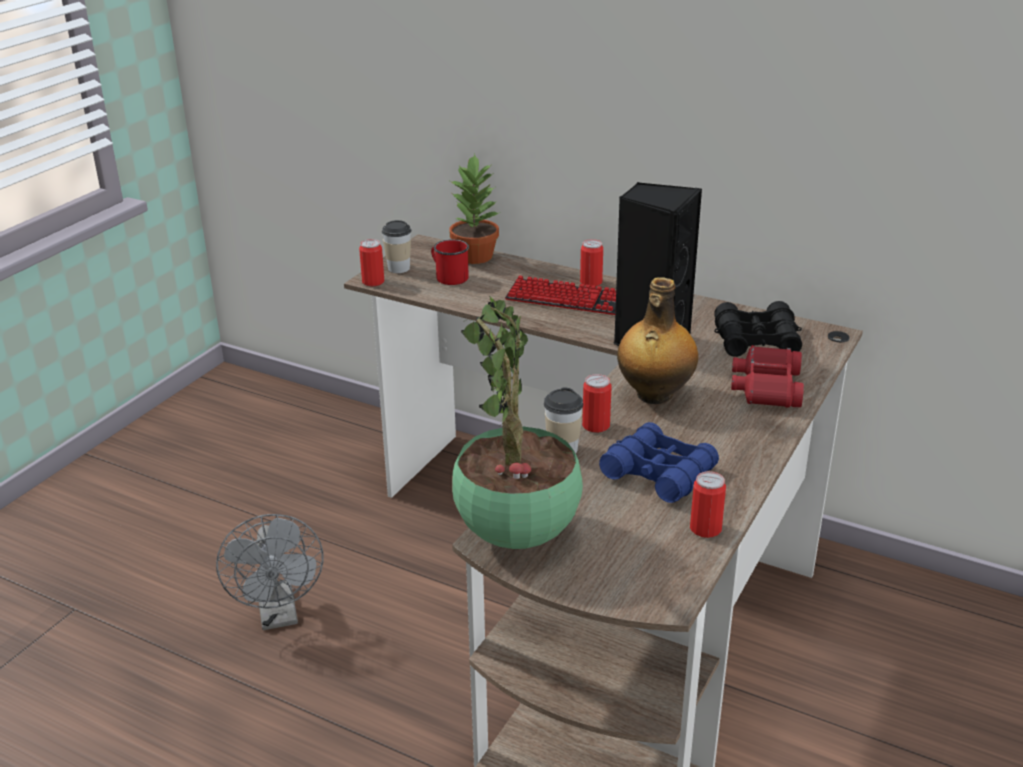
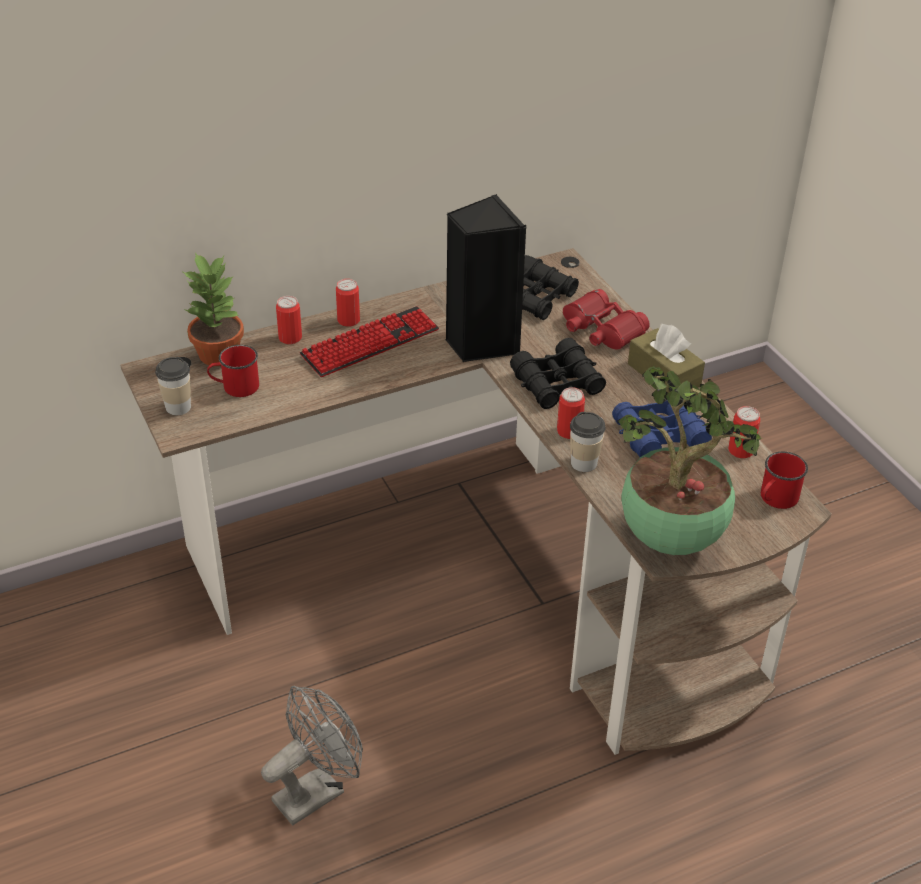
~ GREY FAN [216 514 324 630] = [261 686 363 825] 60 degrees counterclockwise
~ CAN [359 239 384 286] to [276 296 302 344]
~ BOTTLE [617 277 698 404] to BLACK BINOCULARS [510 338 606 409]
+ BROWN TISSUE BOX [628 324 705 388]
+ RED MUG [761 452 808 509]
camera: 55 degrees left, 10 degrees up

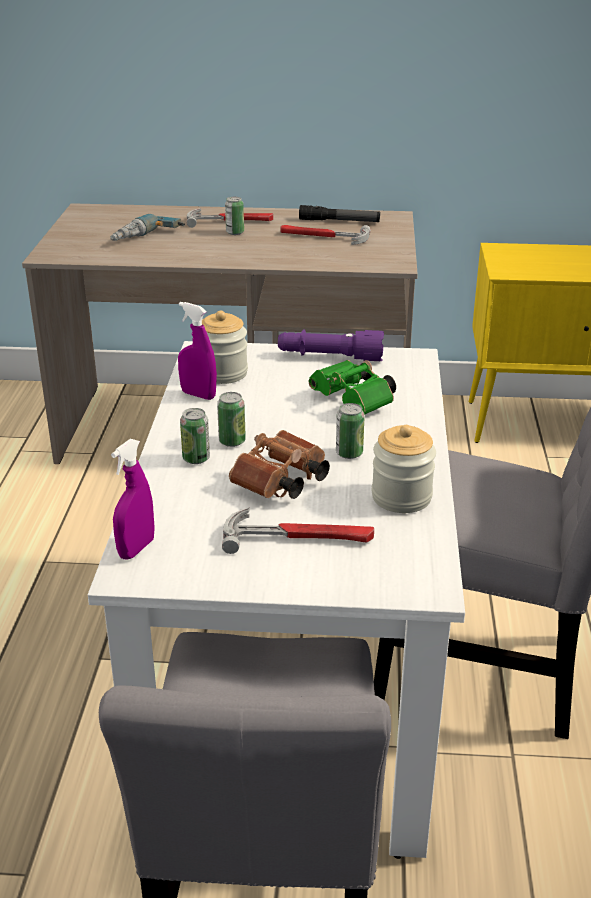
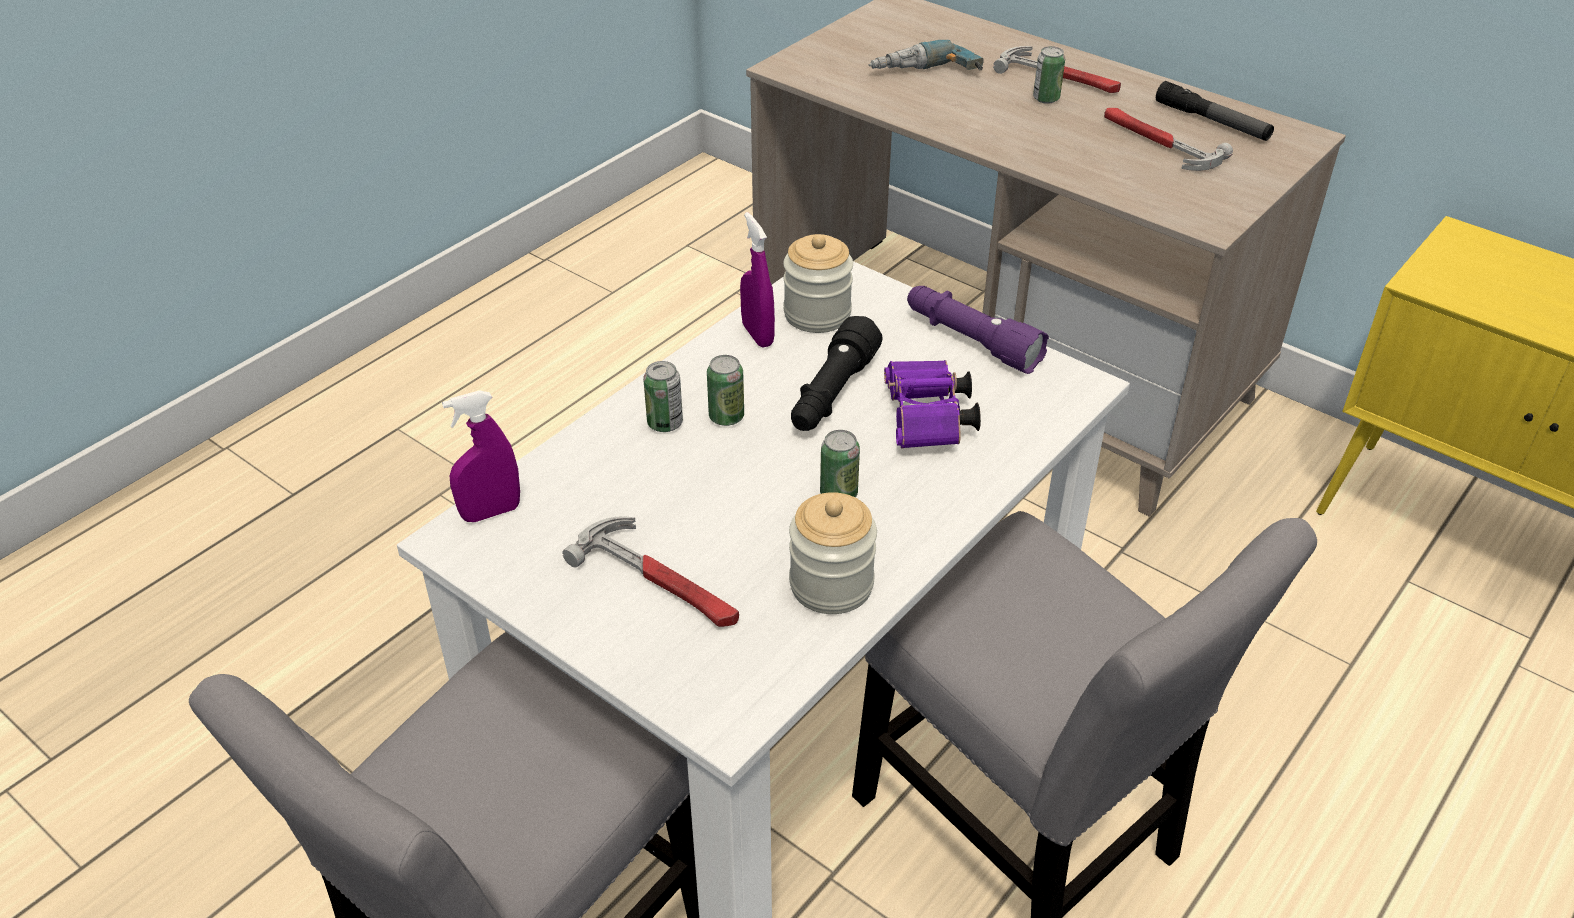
- BROWN BINOCULARS [229 430 330 499]
~ GREEN BINOCULARS [309 360 396 415] to PURPLE BINOCULARS [884 360 981 449]
+ BLACK FLASHLIGHT [791 316 882 431]
camera: 35 degrees right, 10 degrees up

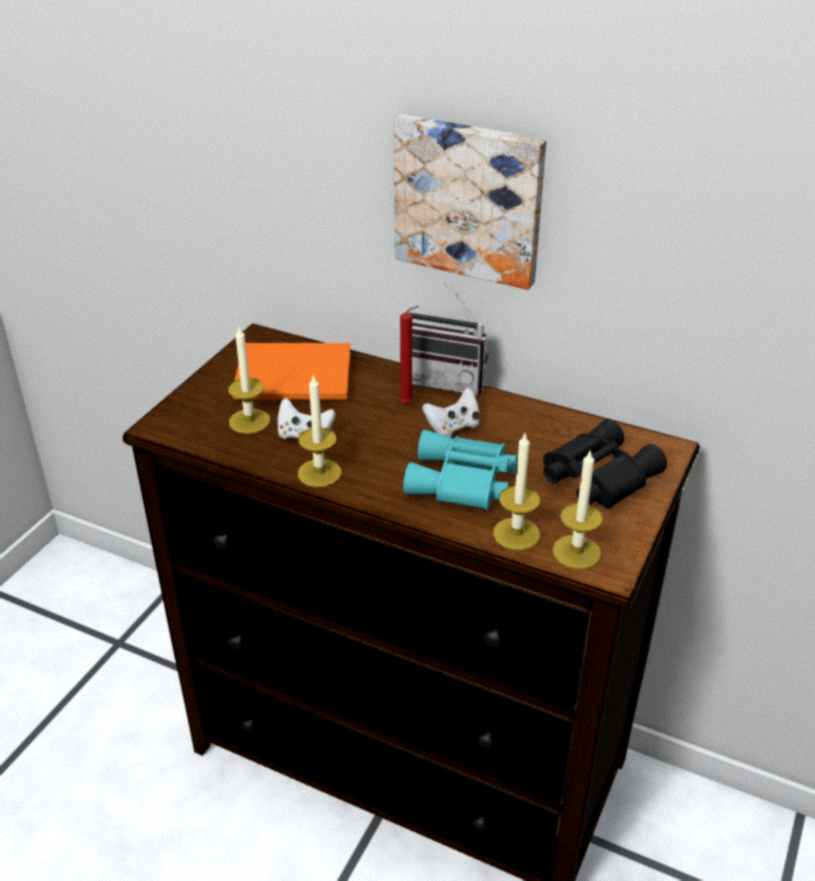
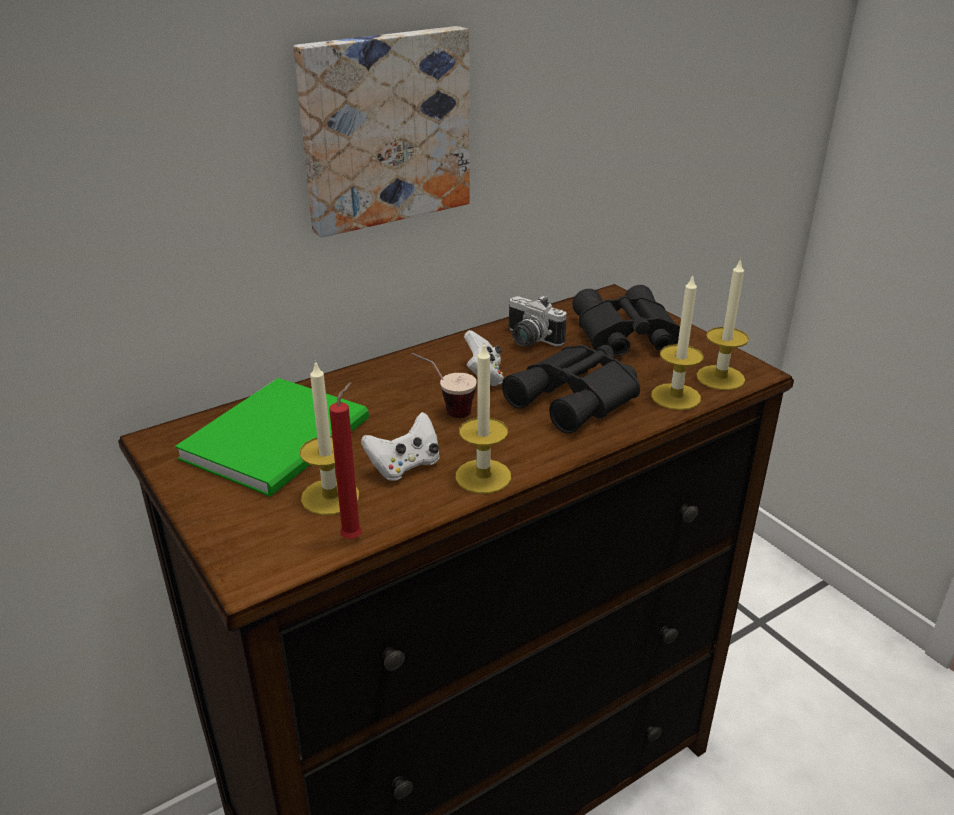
~ ORANGE BOOK [233 343 351 400] to GREEN BOOK [175 378 369 497]
~ RED CANDLE [399 306 419 404] to [329 382 362 539]
~ TURQUOISE BINOCULARS [403 430 517 510] to BLACK BINOCULARS [502 345 640 434]
- RADIO [408 282 488 396]
+ CUP [411 353 477 418]
+ PHOTO CAMERA [508 295 567 346]
camera: 60 degrees left, 5 degrees down

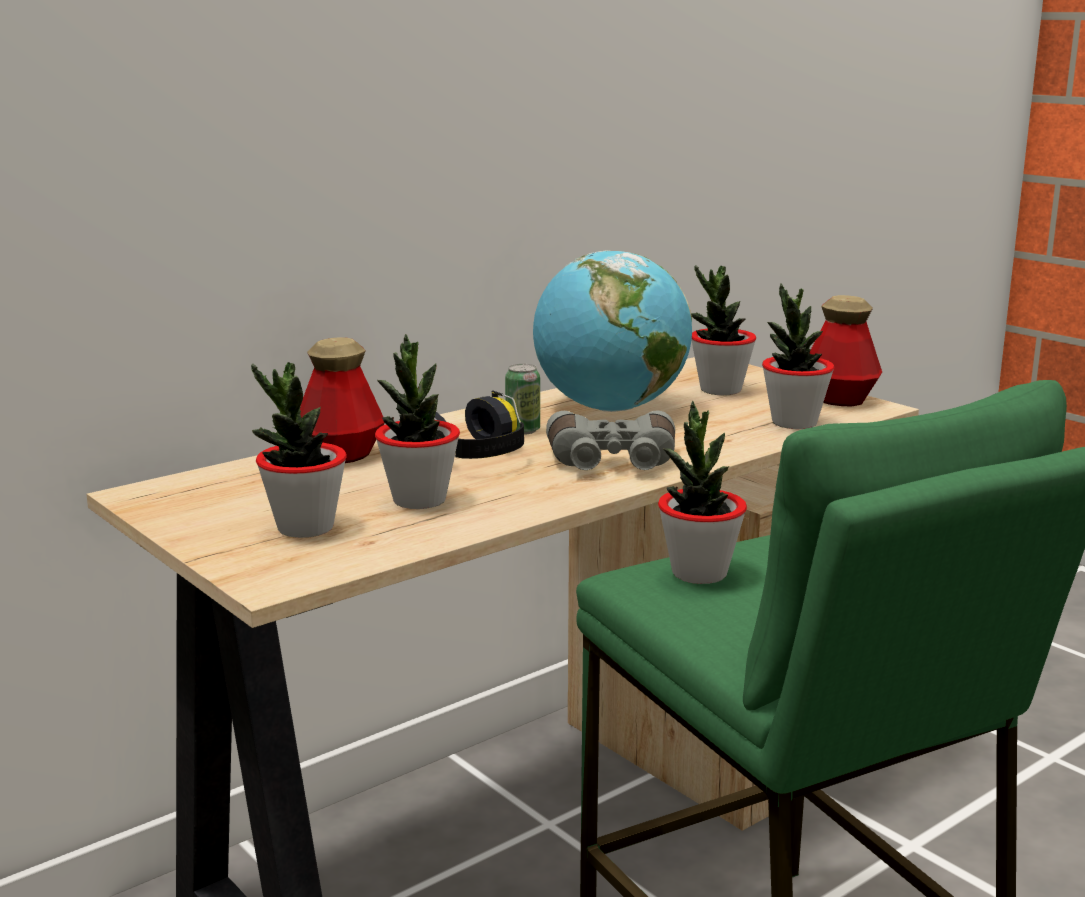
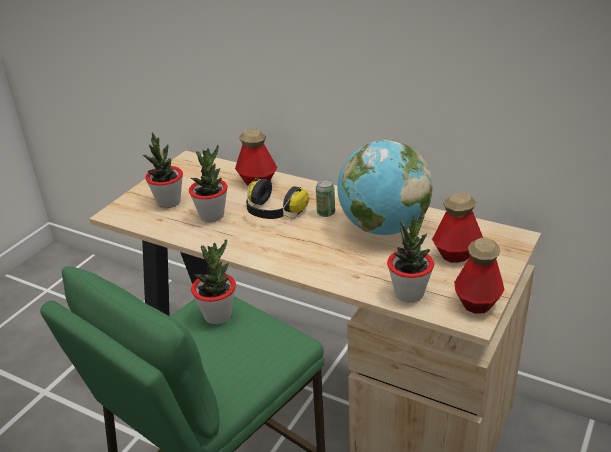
- GREY BINOCULARS [546 411 675 470]
~ POTTED PLANT [691 265 756 395] to BOTTLE [432 193 483 263]
camera: 70 degrees right, 15 degrees up

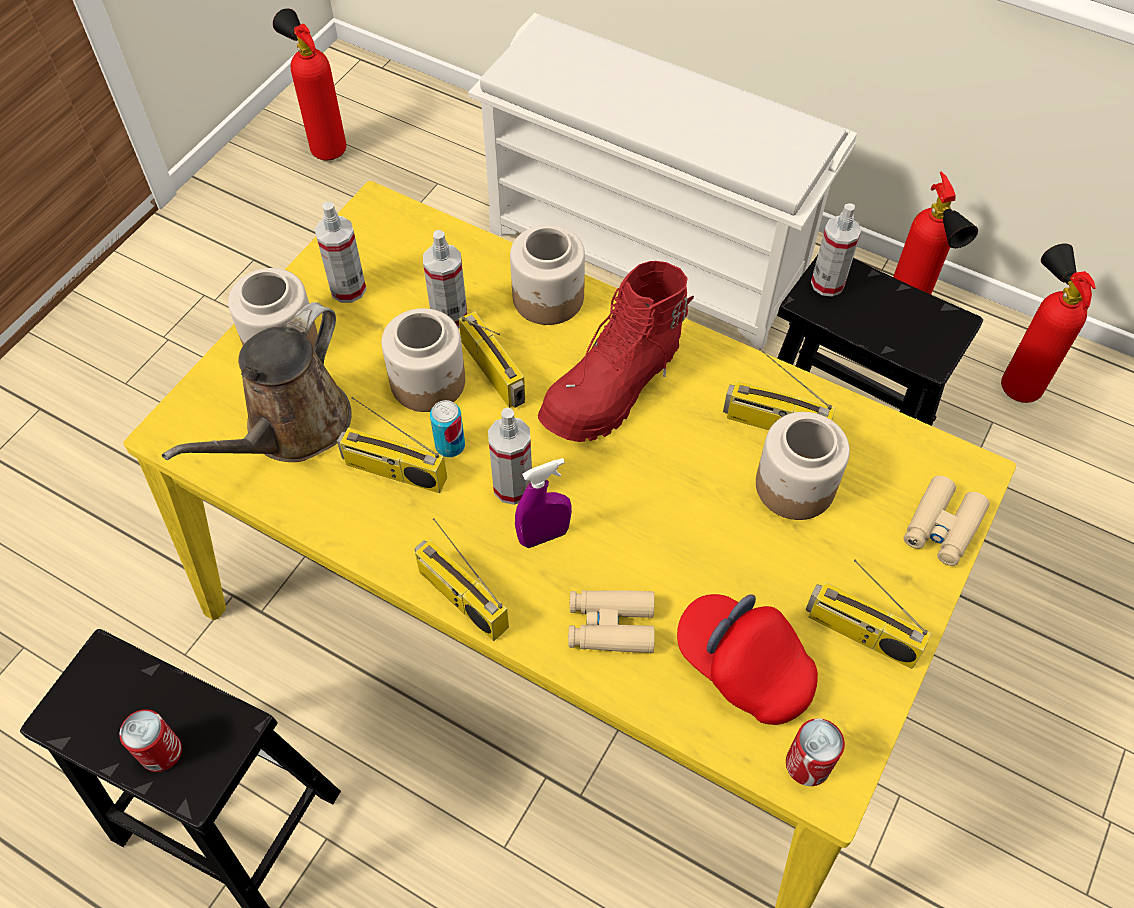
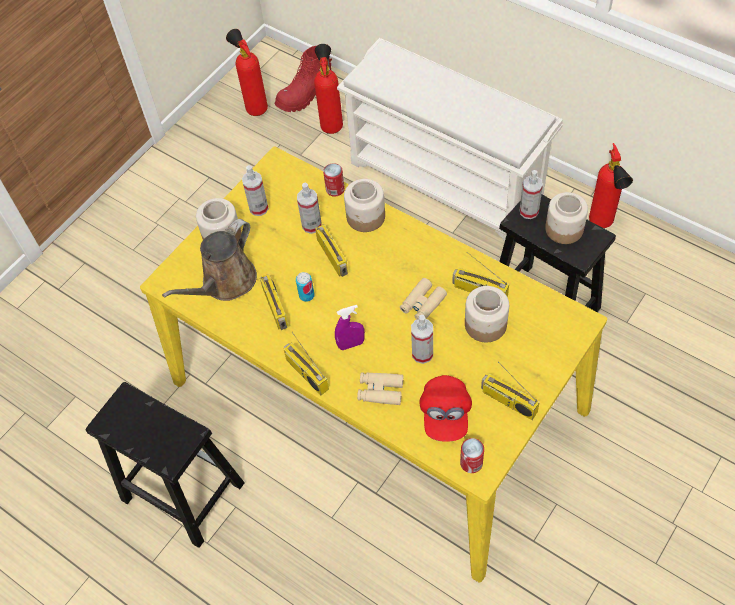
~ CAN [119 709 182 772] to [323 163 345 197]
~ RADIO [337 397 447 493] = [260 274 288 330] 135 degrees counterclockwise
~ JAR [381 308 465 412] to [545 192 588 244]
~ SPRAY BOTTLE [488 408 532 505] to [411 315 433 364]
~ RED BOOT [538 261 694 442] to [275 46 332 112]
~ RED CAP [677 594 818 725] = [419 375 472 442] 135 degrees counterclockwise
~ BEIGE BINOCULARS [903 475 990 566] to [400 278 447 320]
~ FIRE EXTINGUISHER [1001 243 1096 403] to [314 44 343 134]
camera: 10 degrees right, 0 degrees up

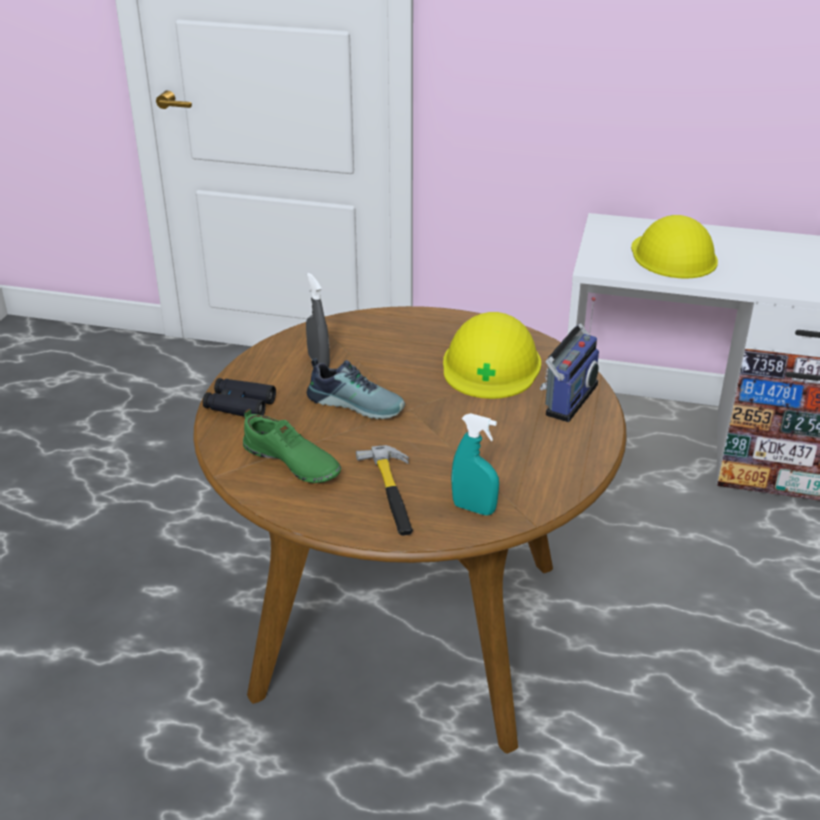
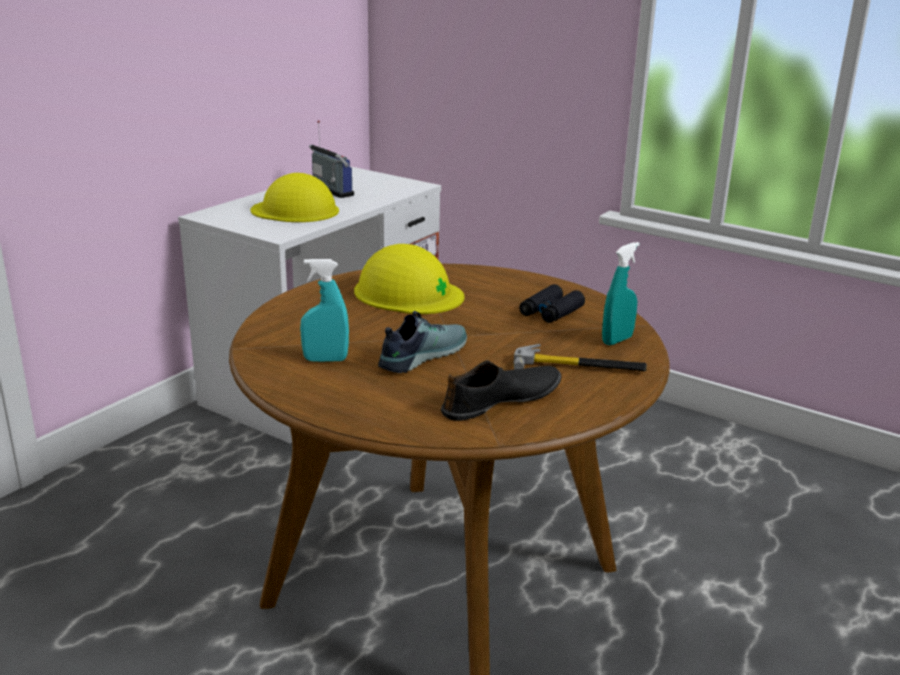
~ BLACK BINOCULARS [203 378 276 417] to [519 284 585 323]
~ GREEN SHOE [243 409 341 483] to BLACK SHOE [441 360 562 421]
~ GREY SPRAY BOTTLE [306 273 330 367] to TURQUOISE SPRAY BOTTLE [300 259 349 362]
~ RADIO [540 297 599 422] to [309 120 354 198]
camera: 70 degrees left, 10 degrees down

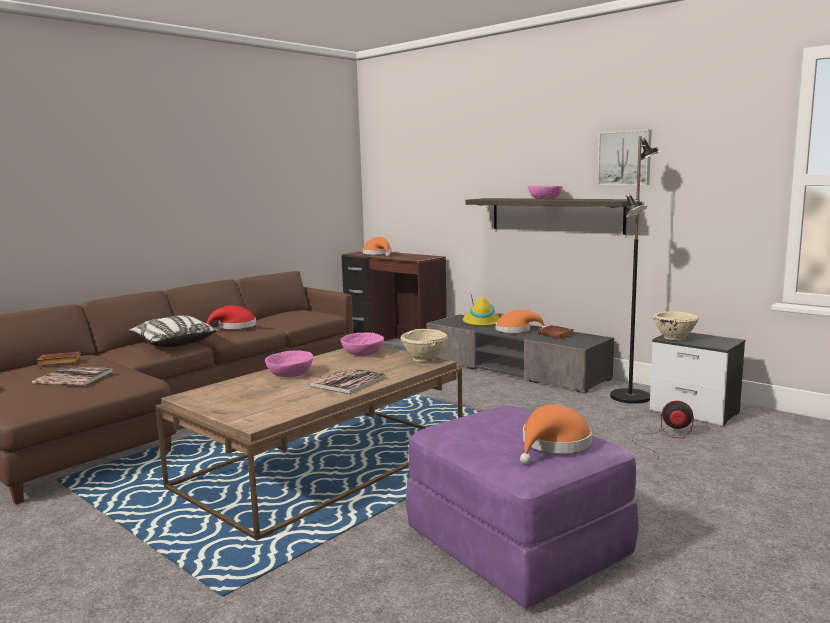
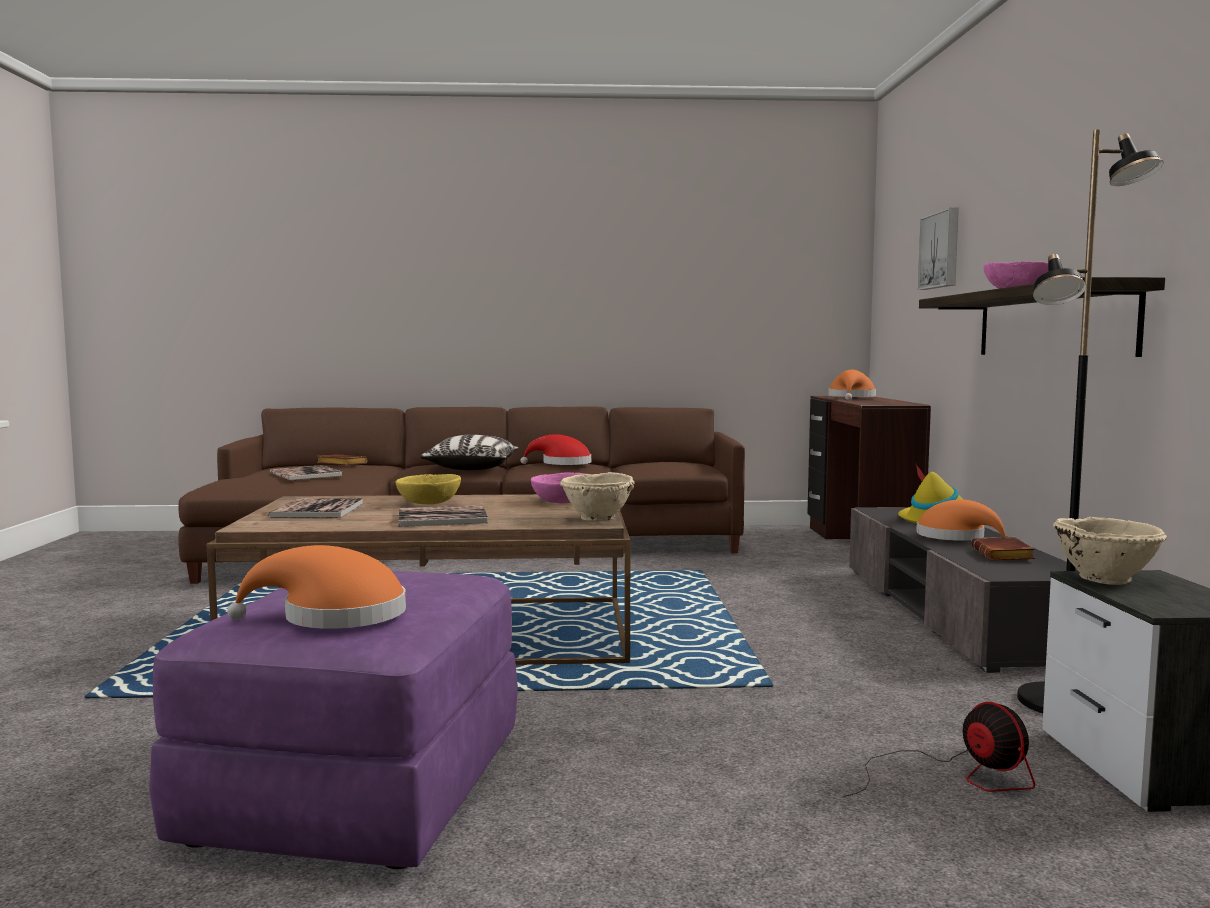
~ PINK BOWL [265 350 313 377] to YELLOW BOWL [396 474 461 504]
~ PICTURE [598 130 652 185] to [917 208 959 290]
+ BOOK [268 498 364 518]
camera: 45 degrees right, 5 degrees down

